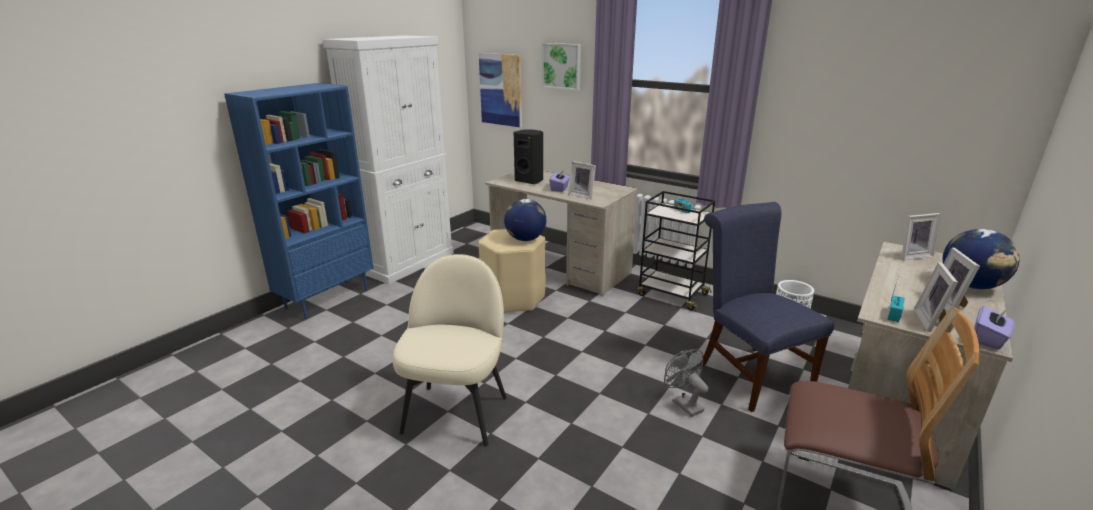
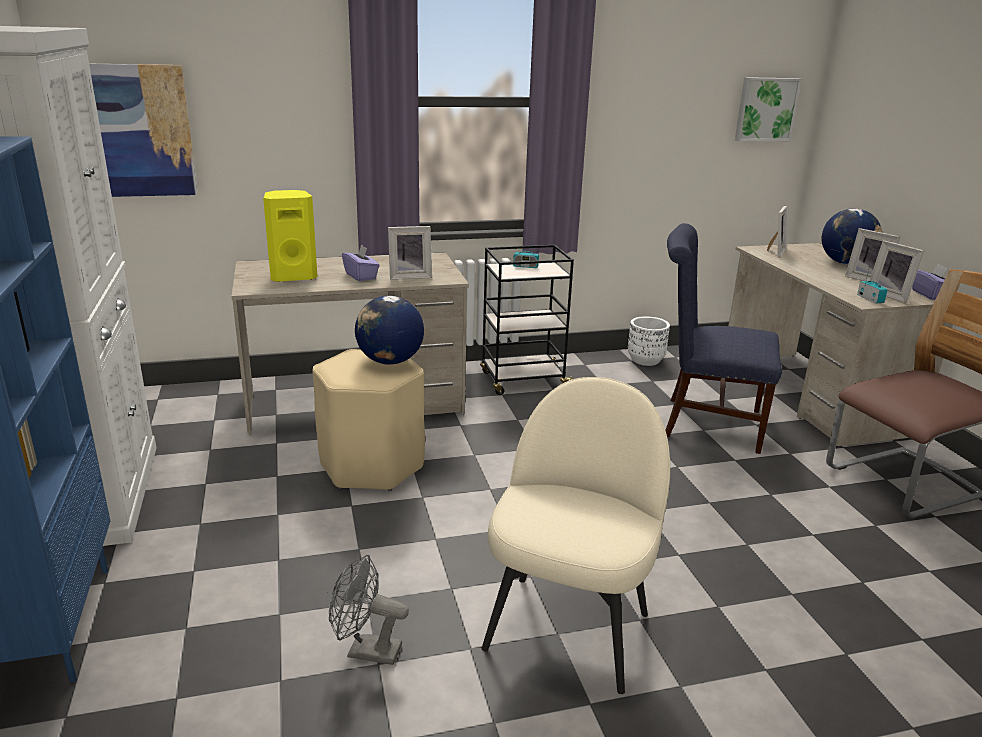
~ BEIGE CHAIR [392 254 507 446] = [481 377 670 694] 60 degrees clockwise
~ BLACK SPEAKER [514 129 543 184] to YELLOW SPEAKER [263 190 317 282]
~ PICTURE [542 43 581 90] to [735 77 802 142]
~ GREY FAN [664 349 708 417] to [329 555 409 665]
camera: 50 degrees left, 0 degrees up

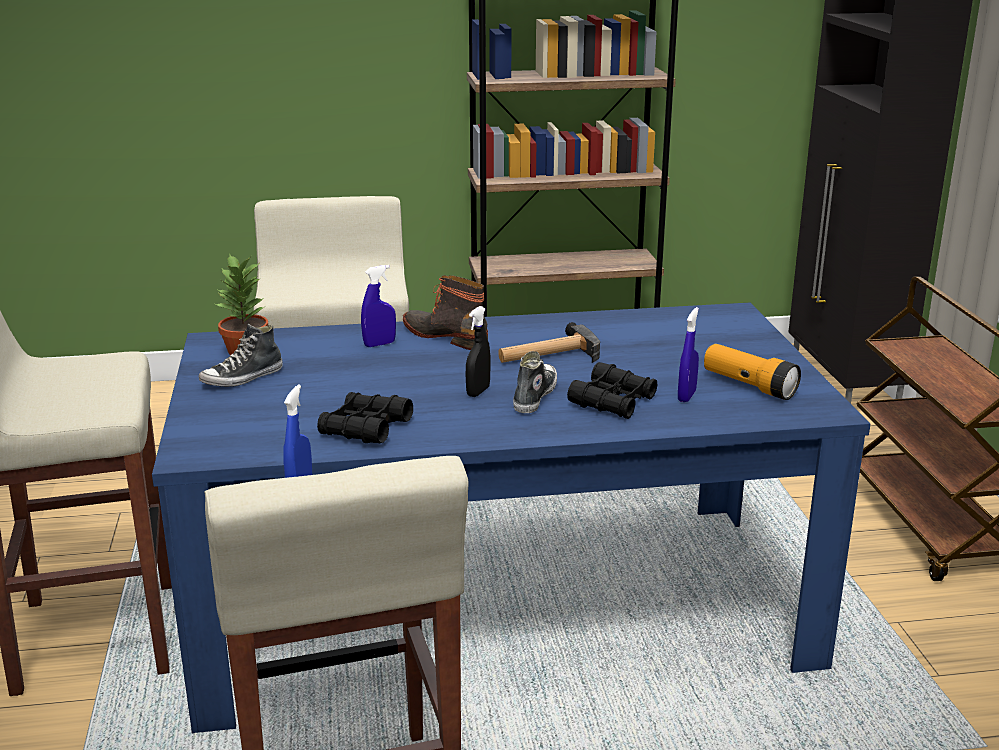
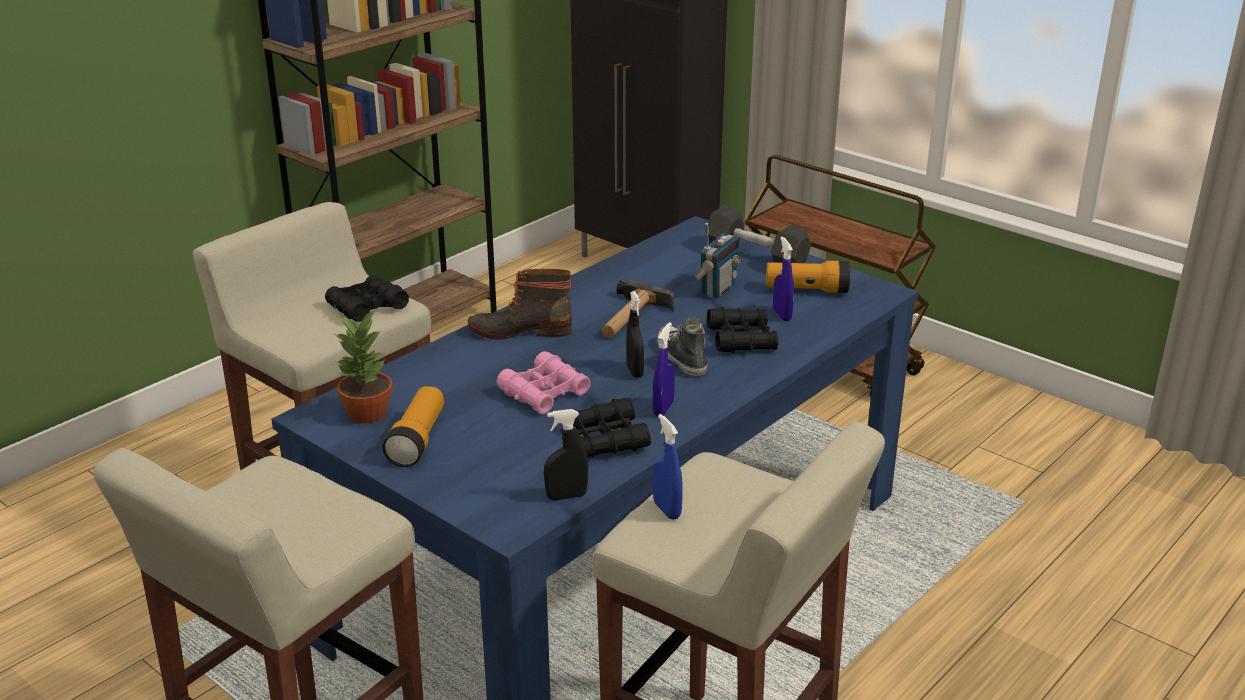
~ SHOE [199 324 282 387] to FLASHLIGHT [382 386 444 467]
~ BLUE SPRAY BOTTLE [361 265 396 347] to [653 322 675 416]
+ BLACK BINOCULARS [325 275 409 322]
+ PINK BINOCULARS [496 351 591 414]
+ BLACK SPRAY BOTTLE [544 409 588 501]
+ RADIO [694 223 740 298]
+ GREY DUMBBELL [705 206 811 263]
camera: 40 degrees left, 5 degrees up

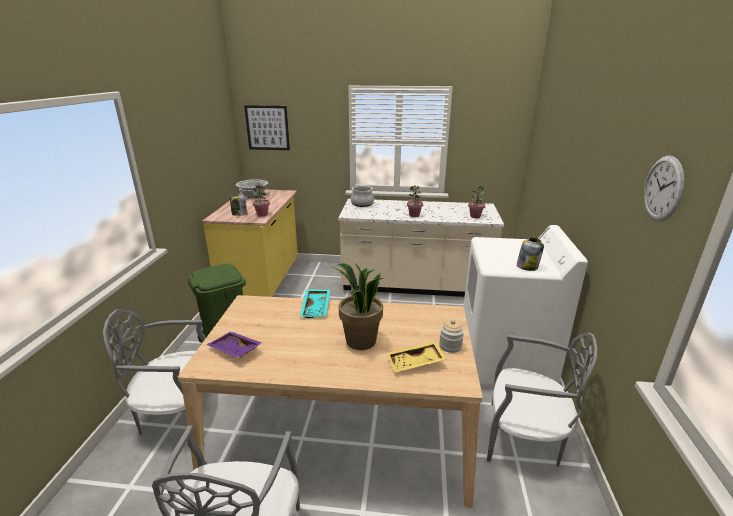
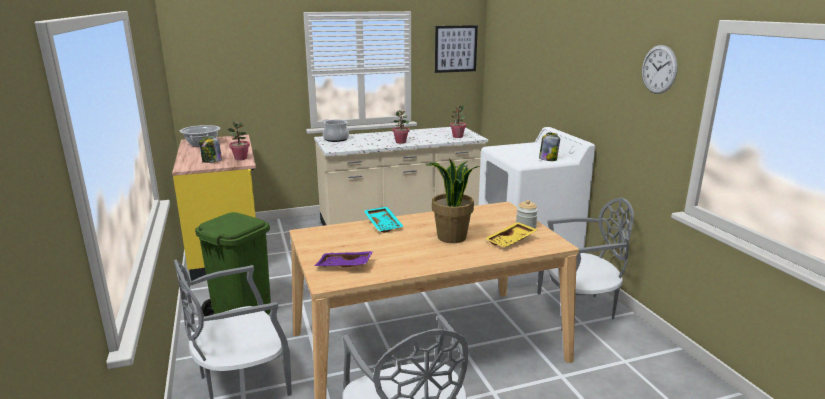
~ PICTURE [244 105 290 150] to [435 25 478 73]
camera: 25 degrees left, 5 degrees down

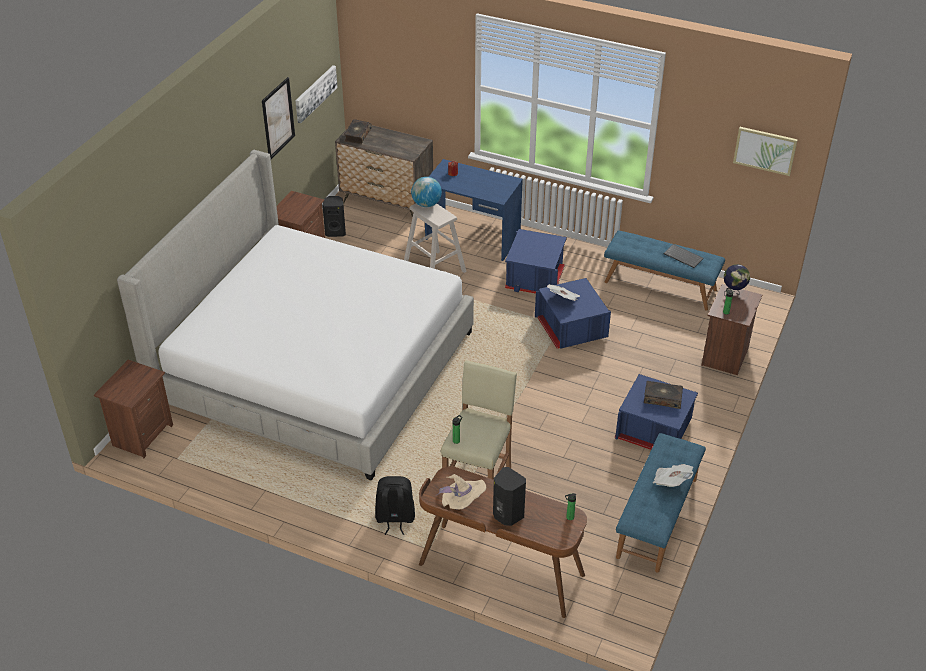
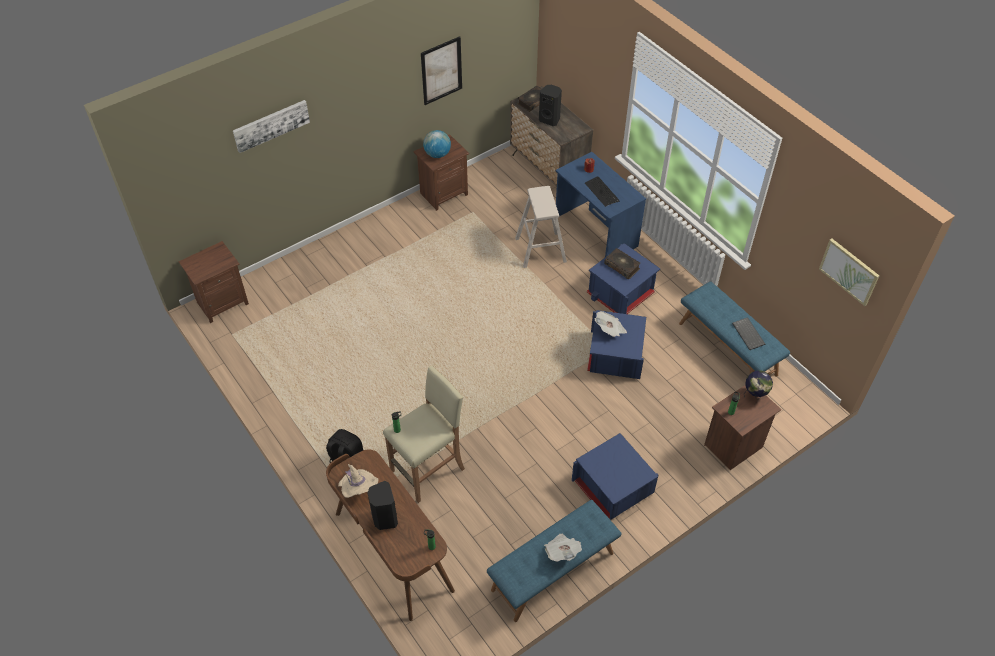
- BED [117 150 474 481]
~ PICTURE [295 65 338 123] to [233 100 310 153]
~ BLACK SPEAKER [322 196 346 237] to [539 85 562 126]
~ GLOBE [411 177 442 207] to [423 130 451 158]
~ BOOK [644 381 683 409] to [604 248 640 279]
+ KEYBOARD [585 176 619 207]
camera: 30 degrees right, 10 degrees up

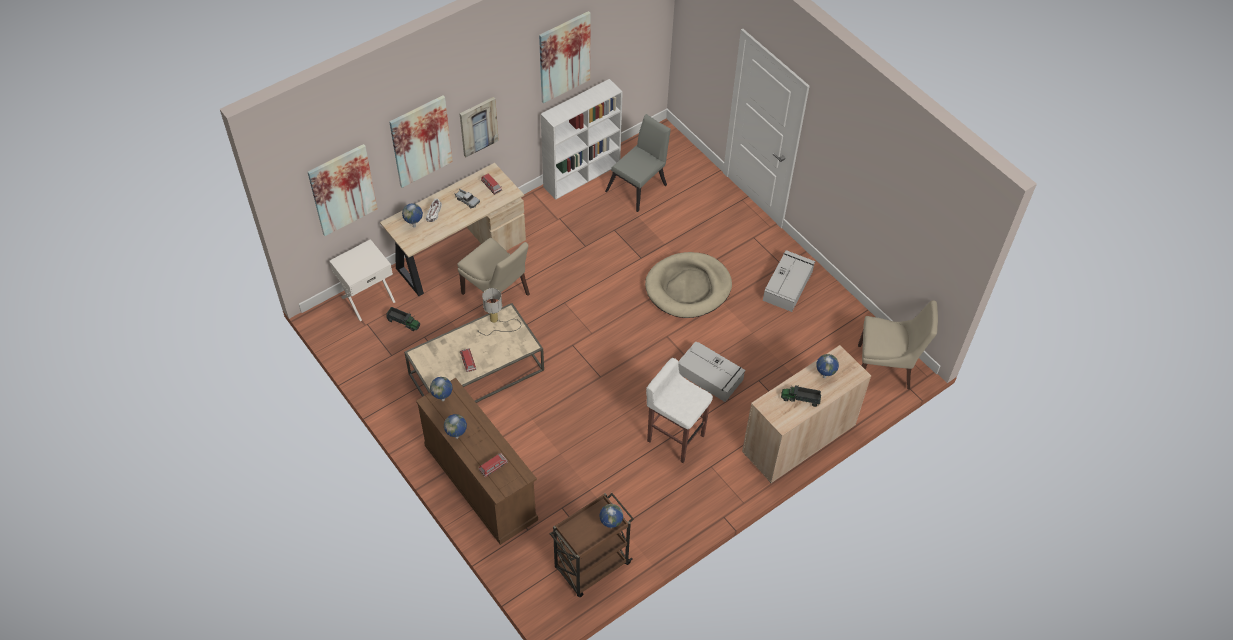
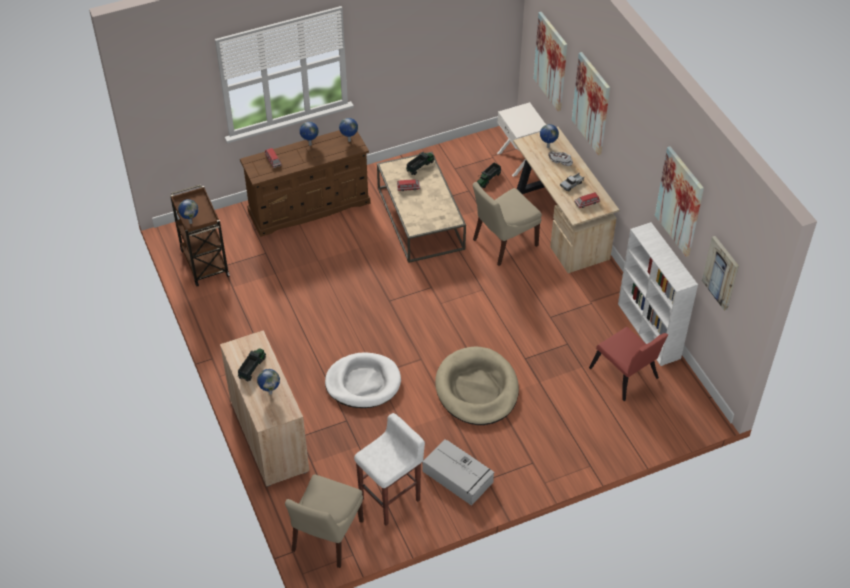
~ PICTURE [460 97 499 157] to [702 236 739 311]
- TABLE LAMP [477 288 521 336]
~ GREY CHAIR [605 114 671 212] to RED CHAIR [589 327 668 401]
~ WHITE STOOL [646 358 713 463] to [354 413 425 525]
~ GREY STORAGE BOX [678 341 746 402] to WHITE DOG BED [325 352 401 408]
+ TOY TRUCK [406 152 434 175]
camera: 105 degrees right, 5 degrees down

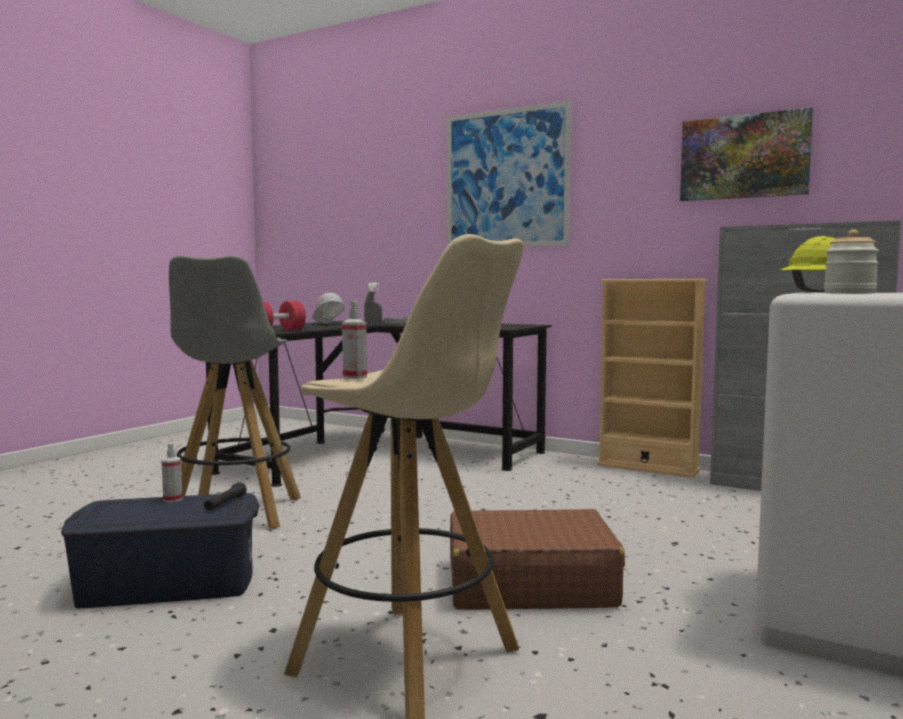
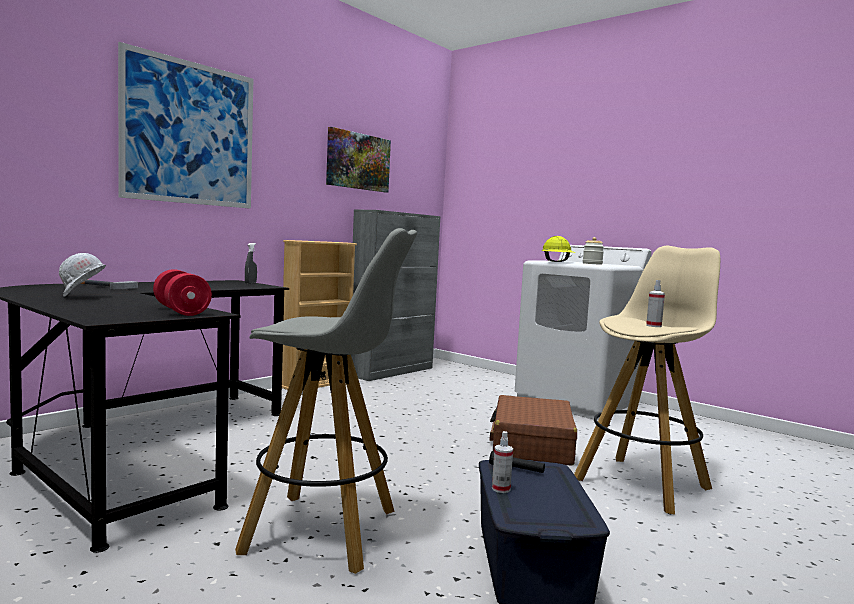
~ GREY SPRAY BOTTLE [364 283 382 324] to [245 243 257 284]
camera: 80 degrees left, 0 degrees up

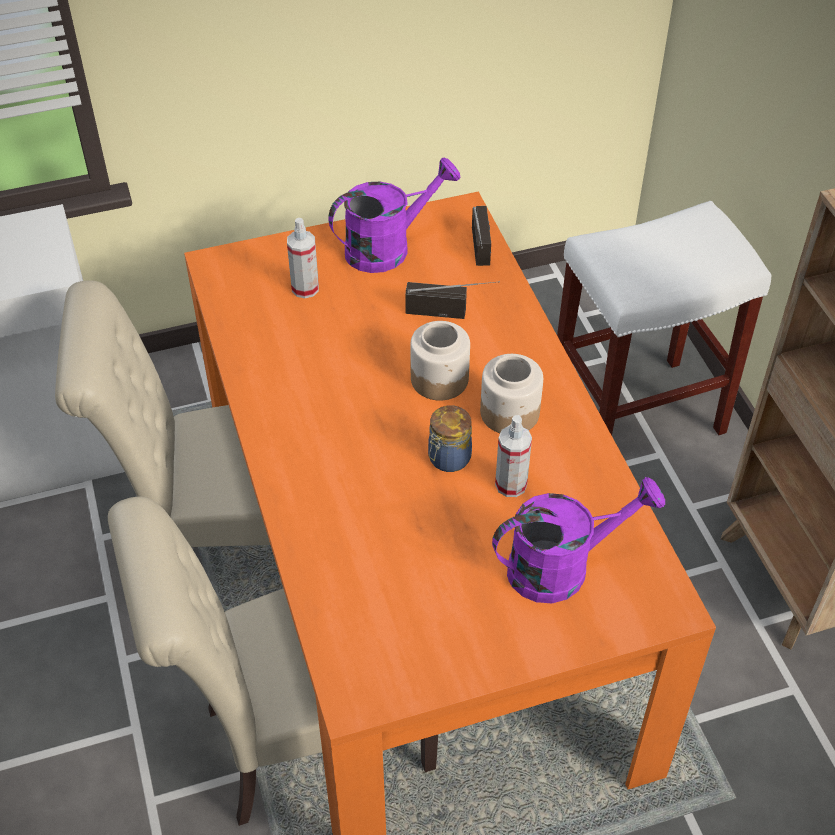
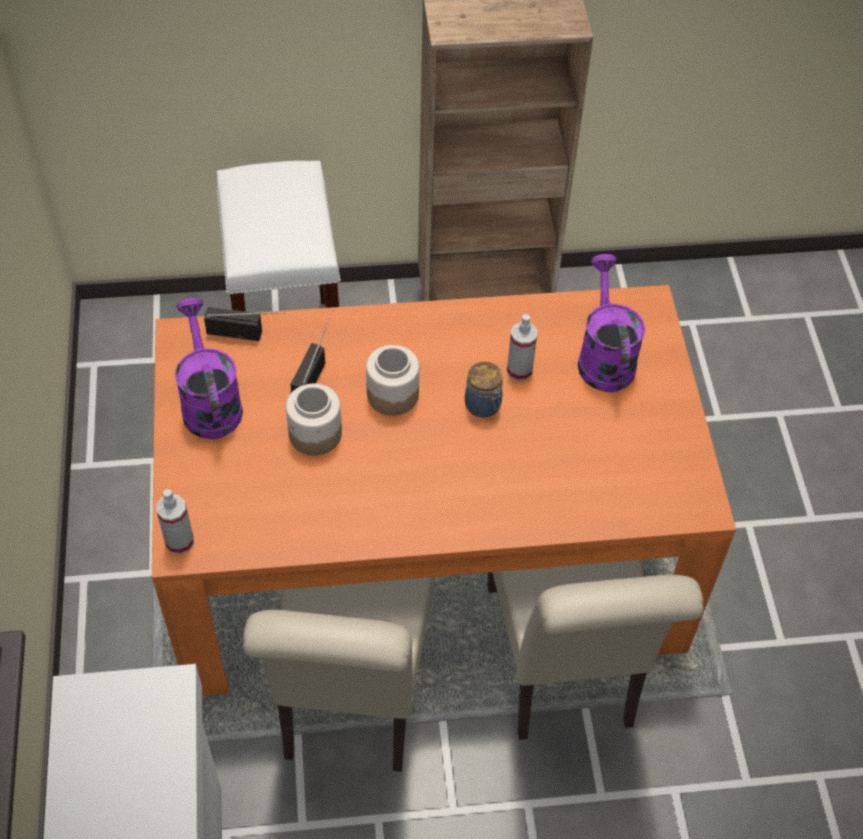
~ SPRAY BOTTLE [287 218 319 298] to [156 489 194 555]
~ JAR [480 354 543 433] to [286 383 342 455]
camera: 80 degrees left, 5 degrees up

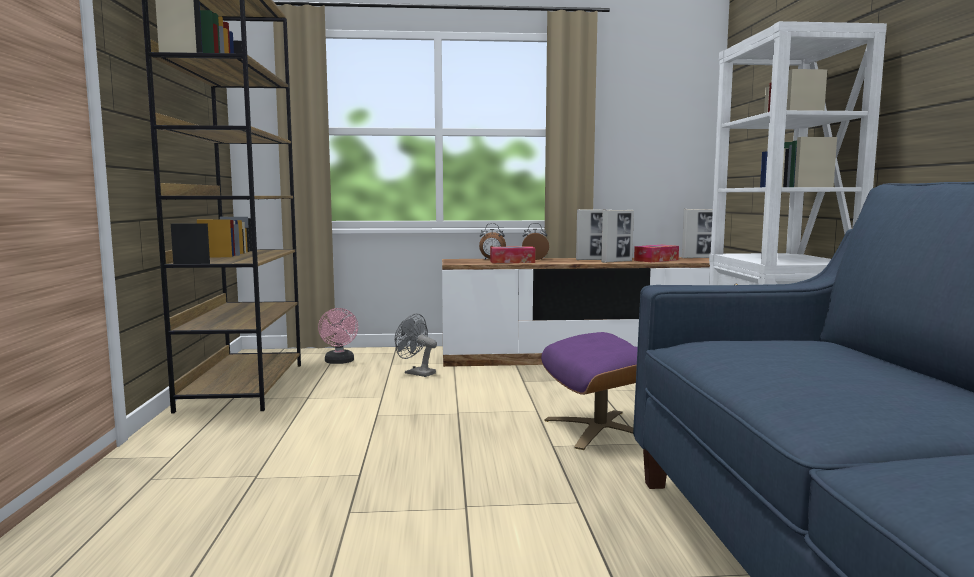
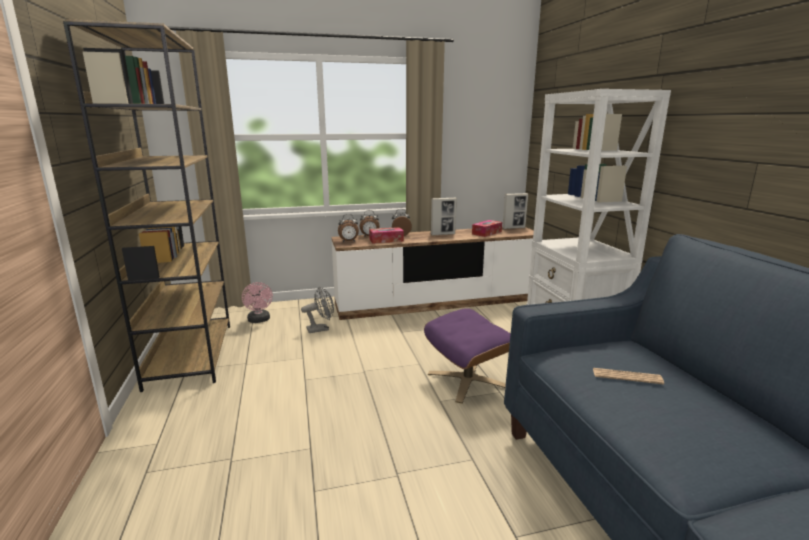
~ GREY FAN [395 313 437 377] = [301 287 334 333] 135 degrees clockwise
- PICTURE FRAME [601 210 634 263]
+ ALARM CLOCK [338 214 359 242]
+ NEWSPAPER [593 368 664 384]
camera: 10 degrees left, 10 degrees up

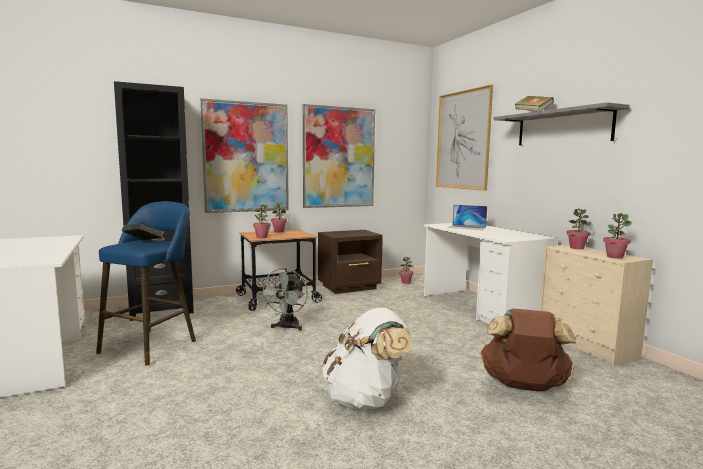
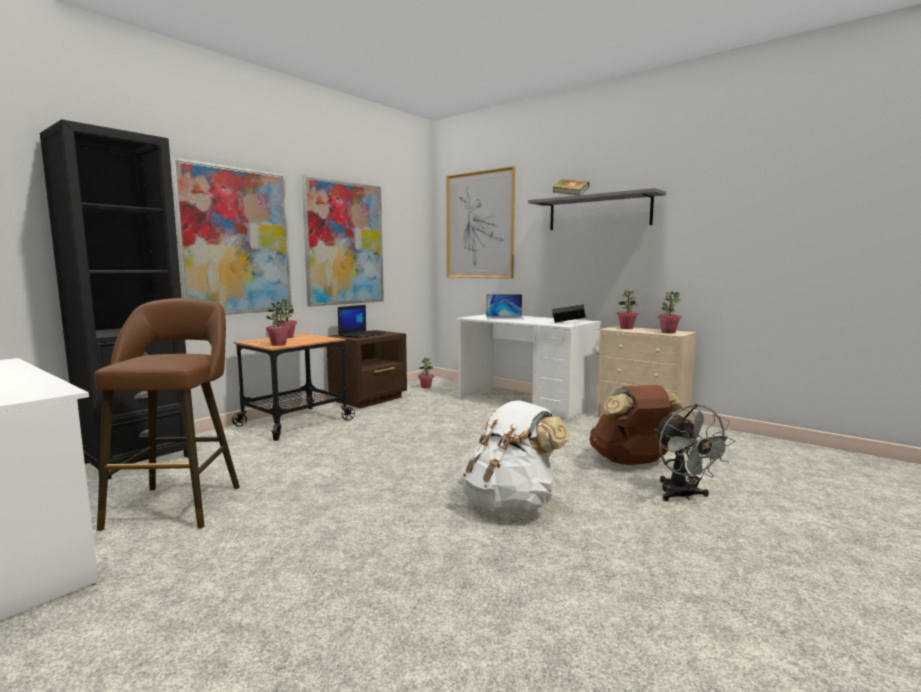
~ BLUE STOOL [96 201 196 365] to BROWN STOOL [94 298 240 531]
~ BOOK [121 222 165 241] to [552 304 586 323]
~ GREY FAN [259 268 308 331] to [655 404 735 501]
+ LAPTOP [338 305 386 338]
camera: 25 degrees left, 0 degrees up

